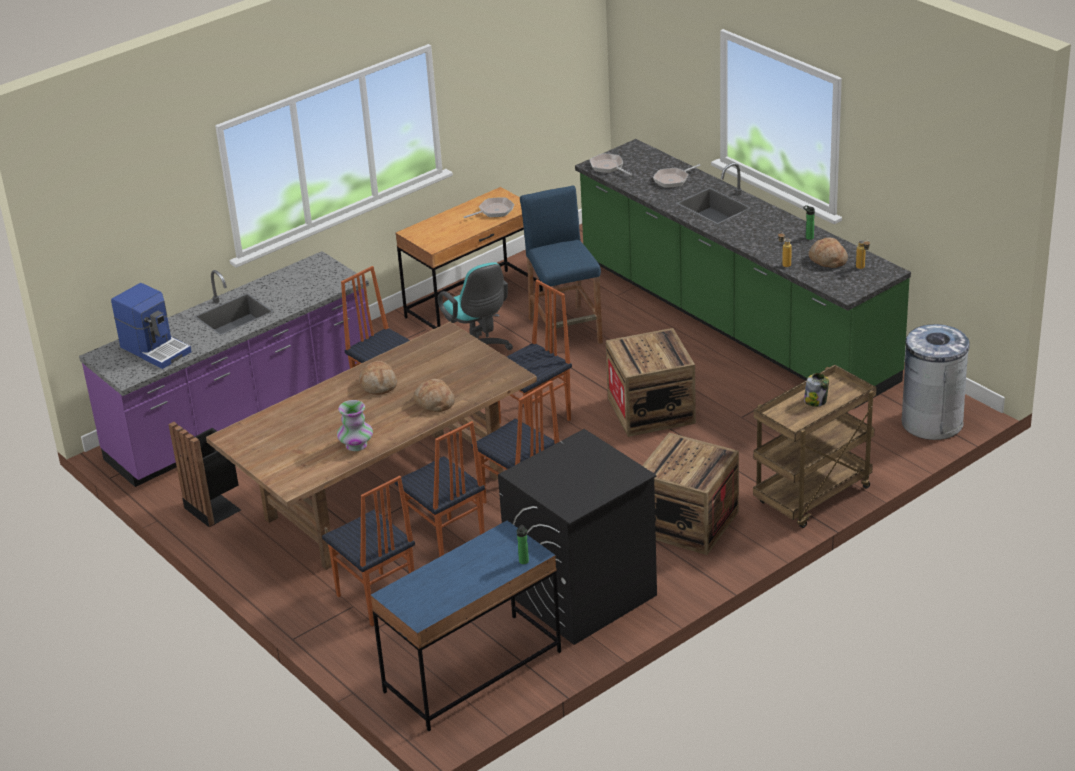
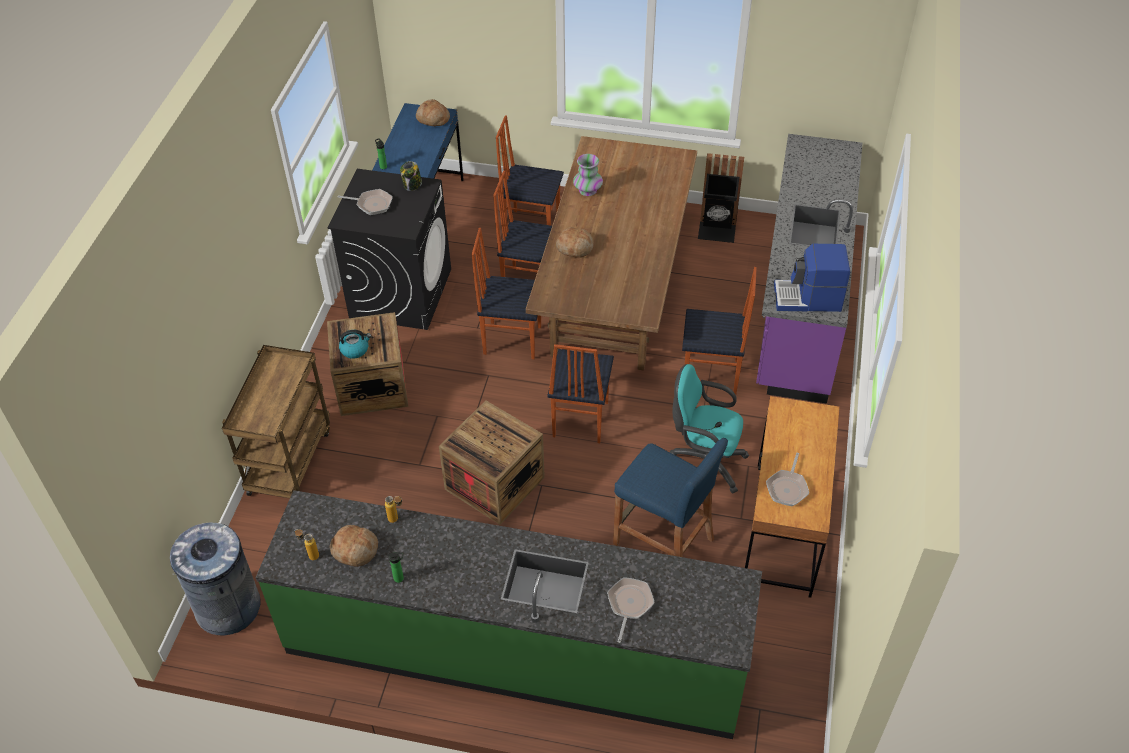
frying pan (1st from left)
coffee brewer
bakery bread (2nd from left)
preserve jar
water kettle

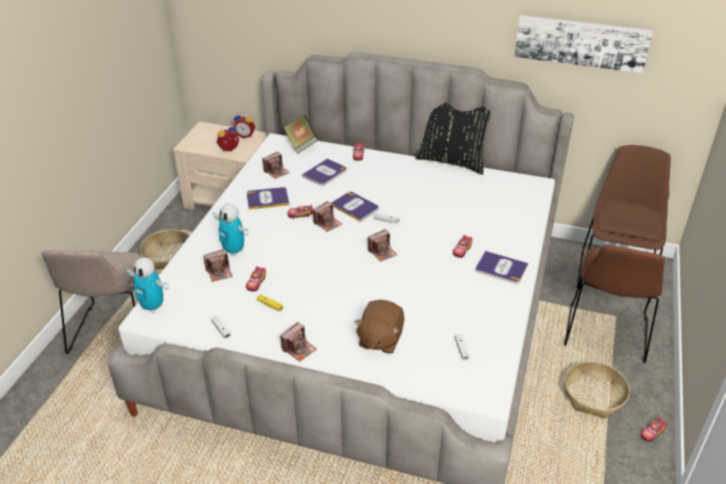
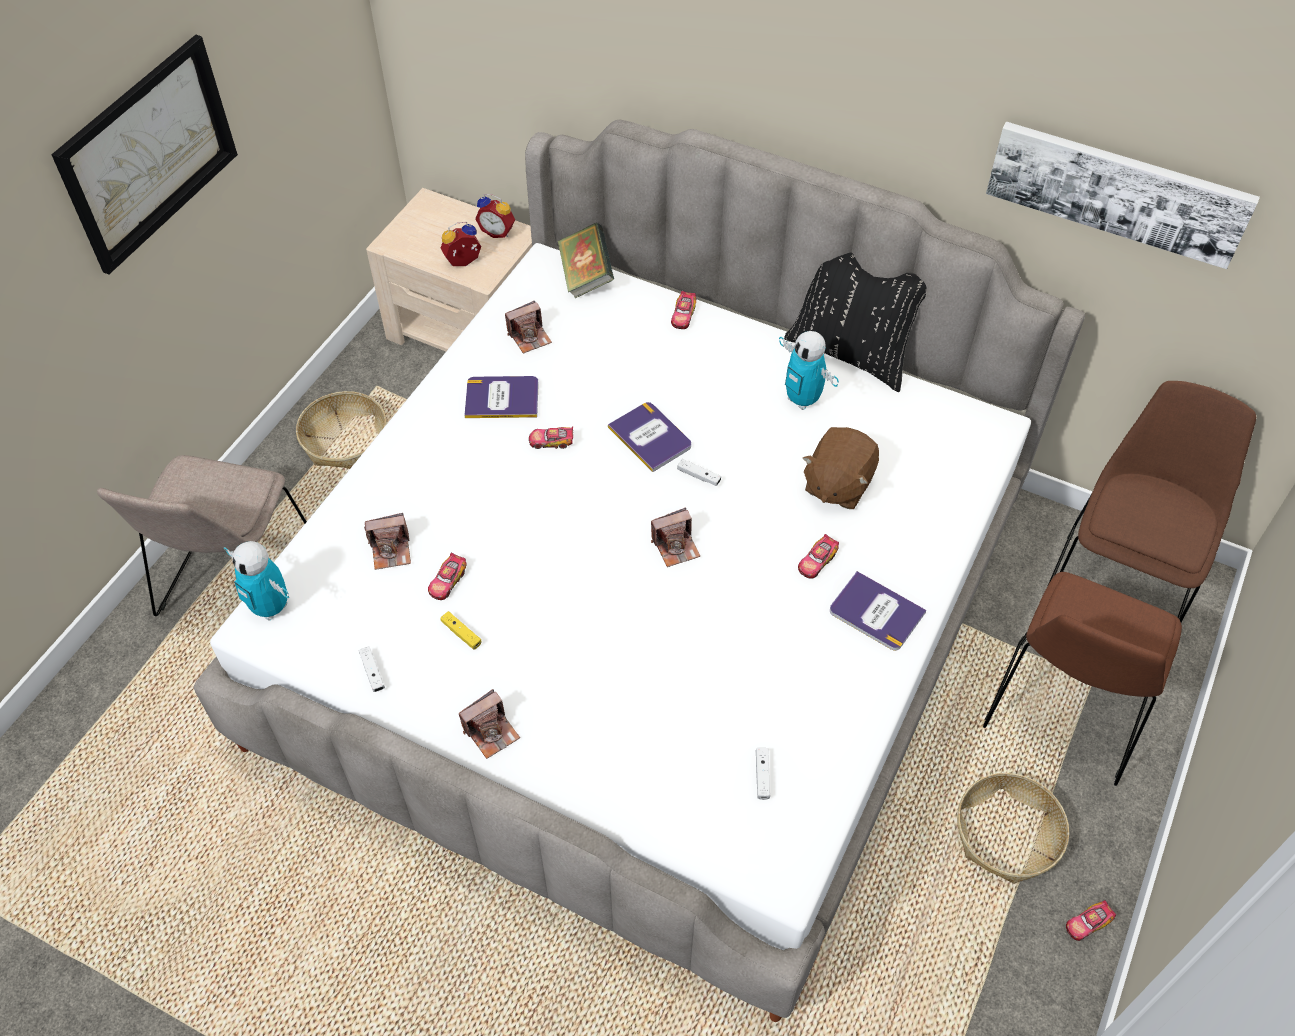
volume (3rd from left in the first image)
still camera (4th from left in the first image)
model robot (2nd from left)
cuddly toy in brownish
picture (1st from left)

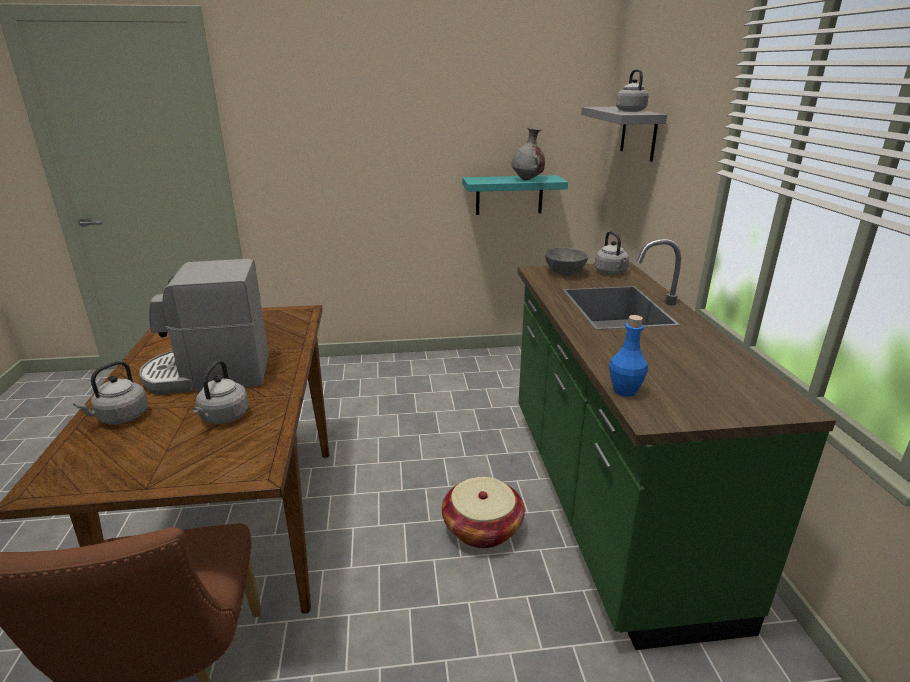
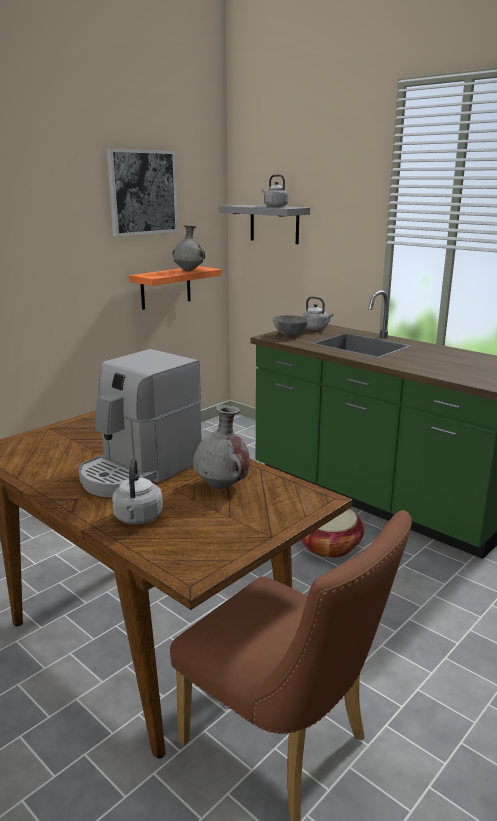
bracket shelf in orangey
drink bottle in blue
flower vase in greyish (2nd from left)
picture

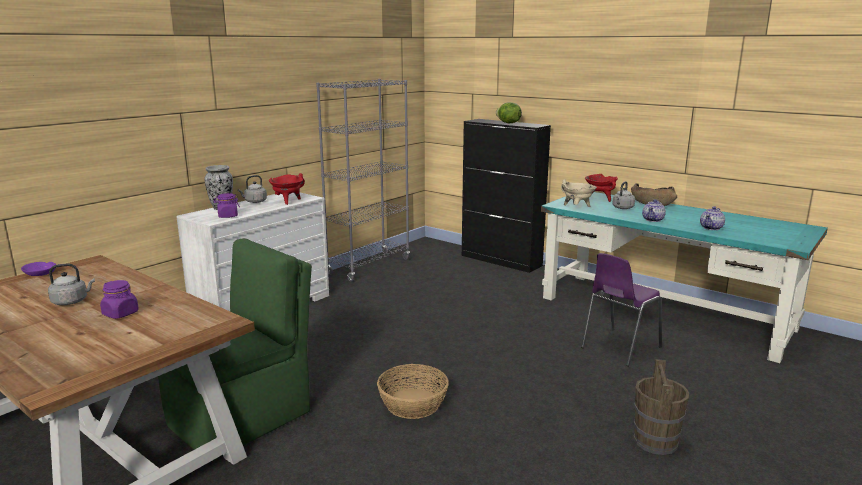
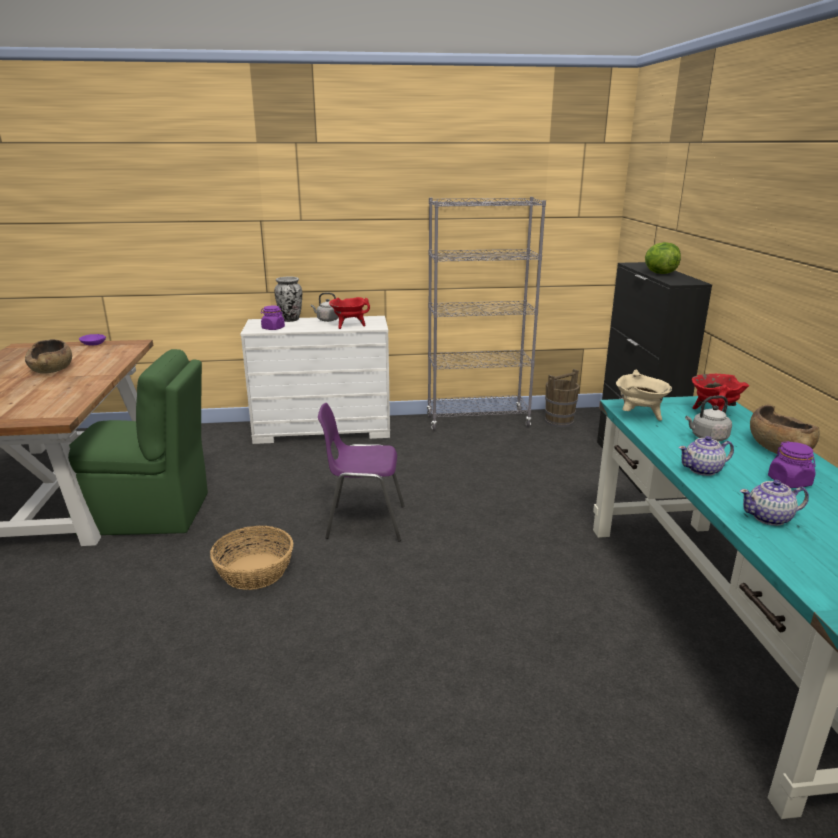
chair in purple-coloured
bowl in brownish (1st from left)
preserve jar in purple-coloured (2nd from left)
bucket in brownish

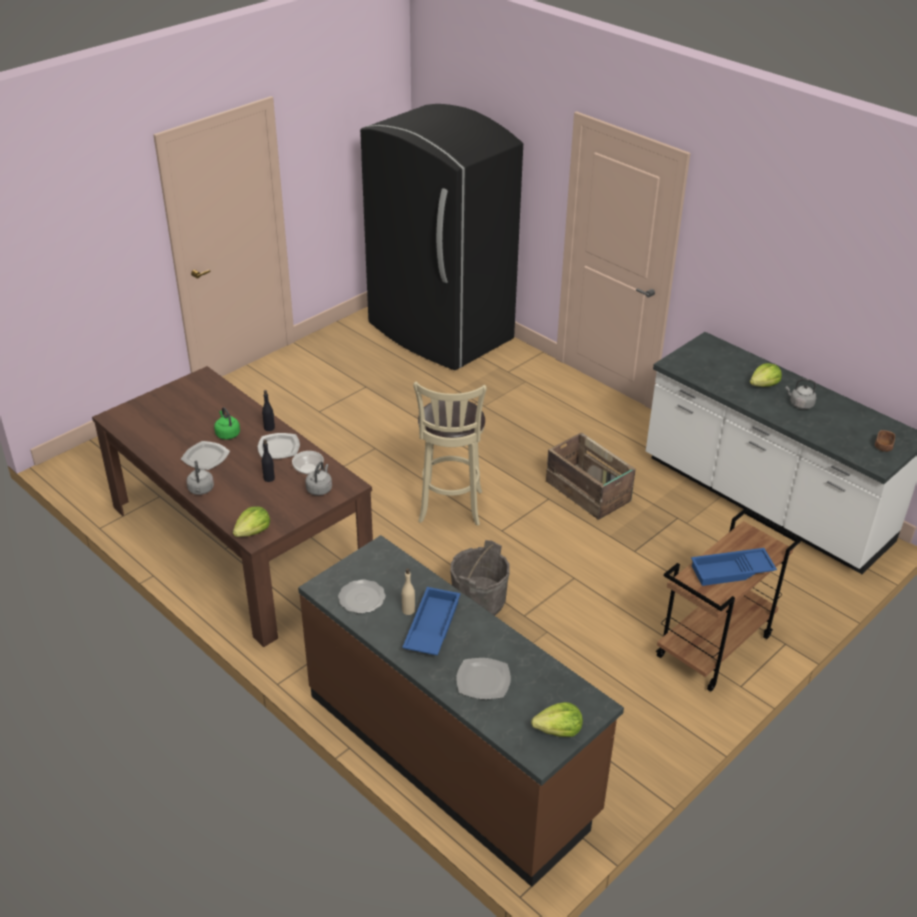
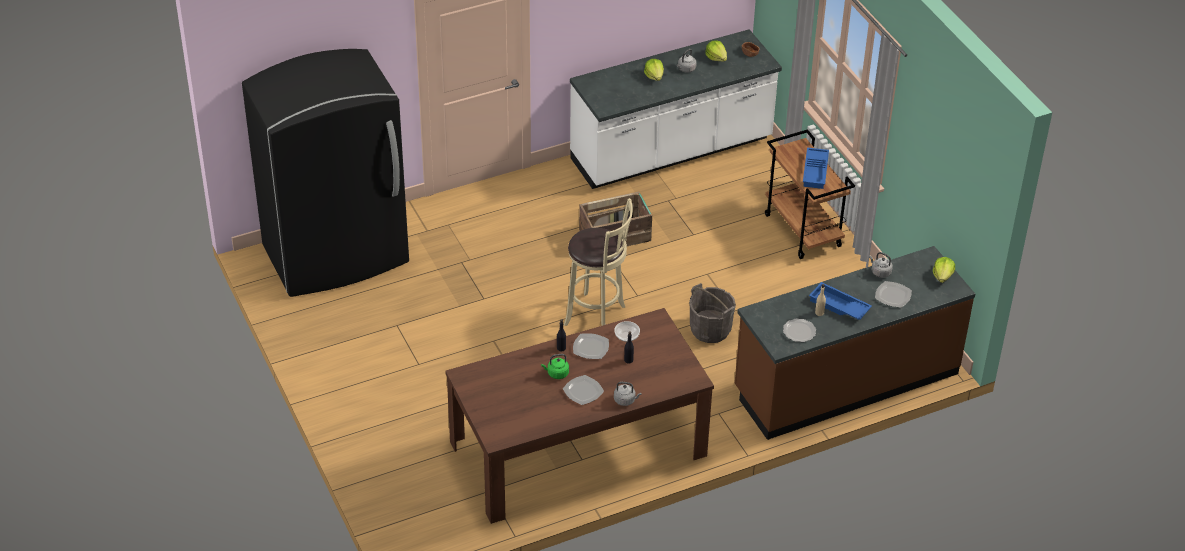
water kettle in greyish (3rd from left)
lettuce (2nd from left)

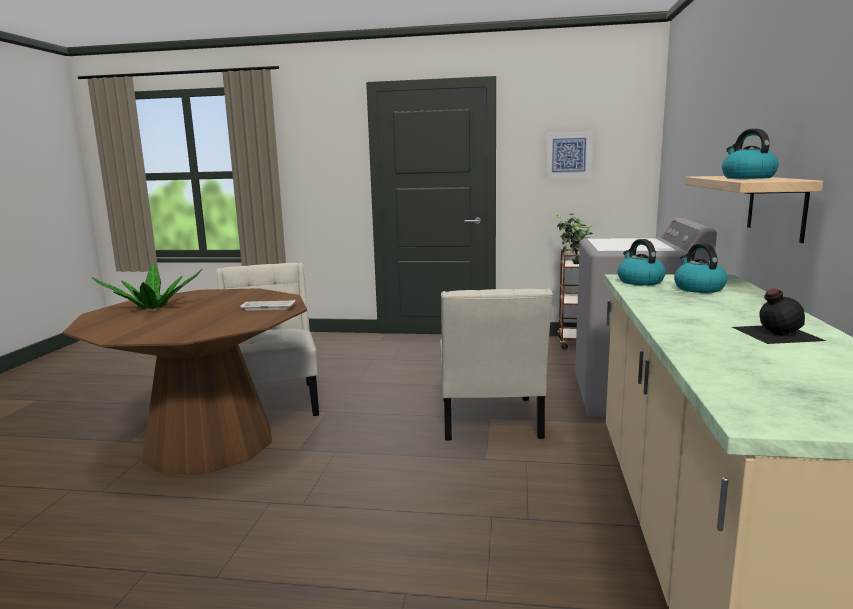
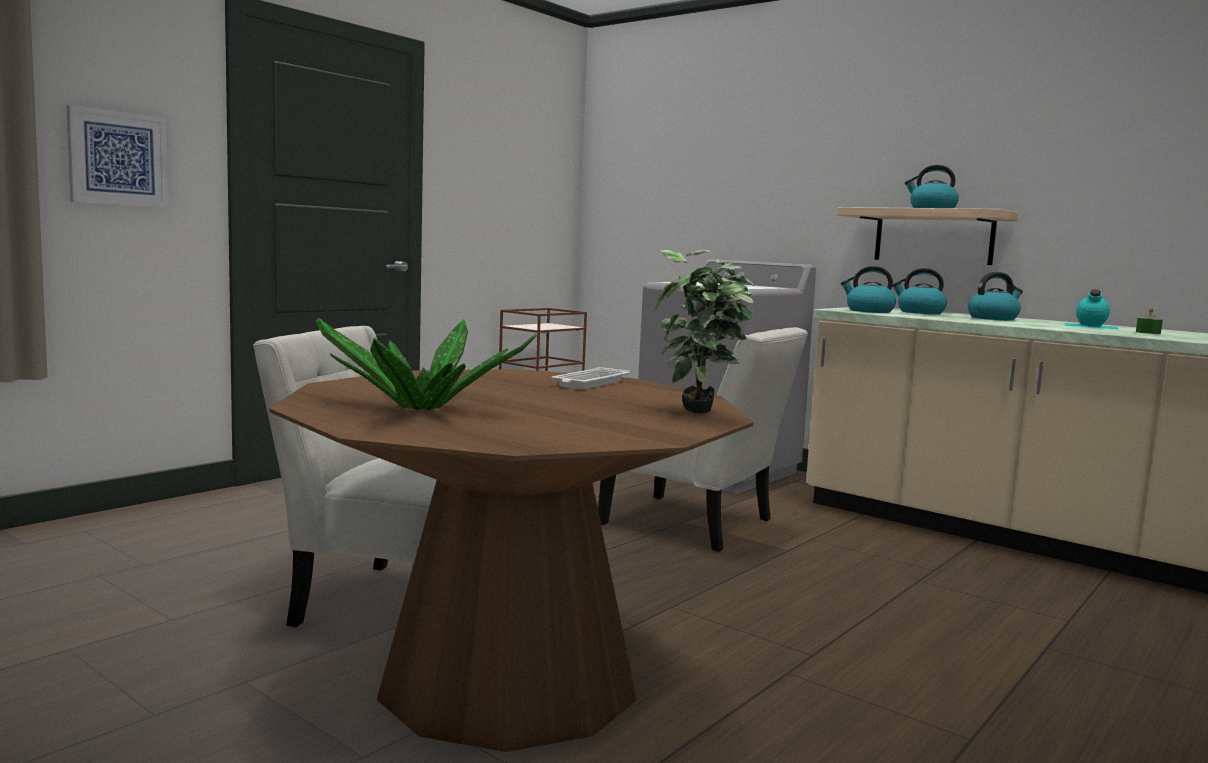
picture
houseplant (2nd from left)
drink bottle in blue-green
water kettle (4th from left)
wax candle in green

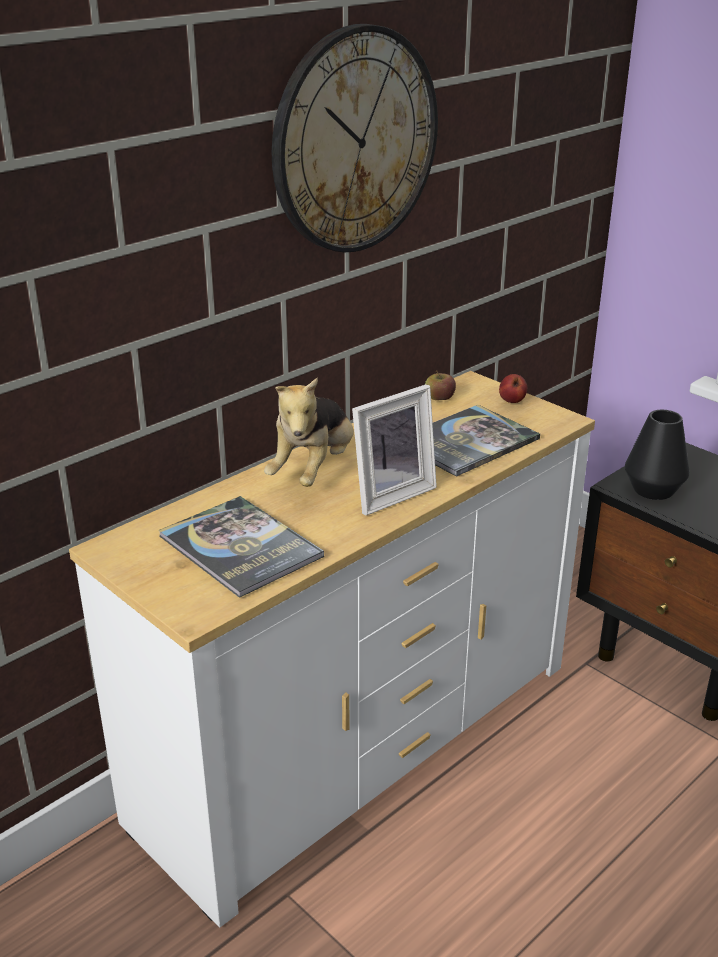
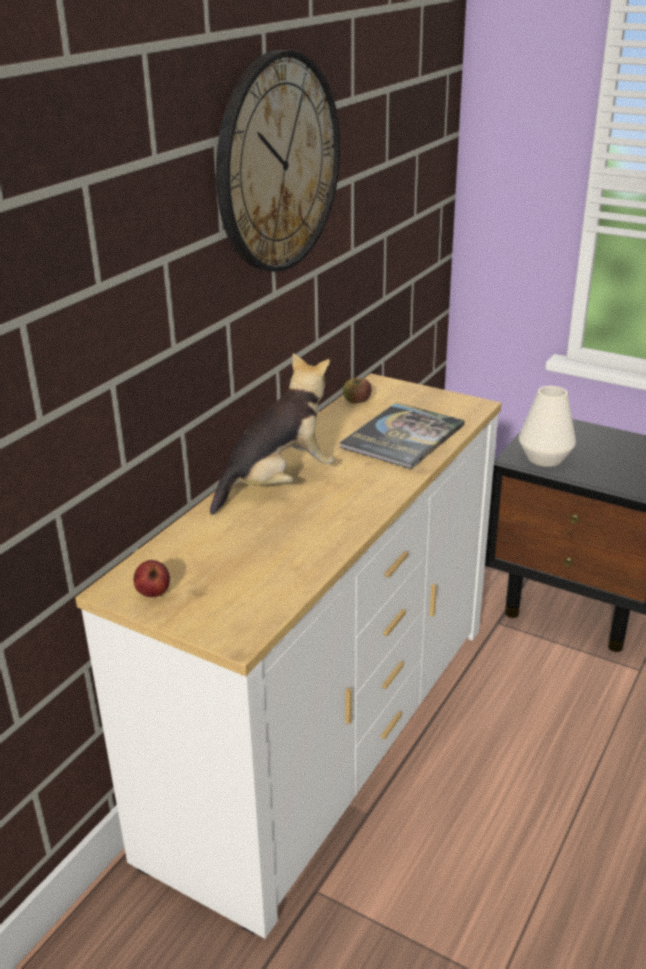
apple (1st from left)
cuddly toy
picture frame
flower vase in white
volume (1st from left in the first image)

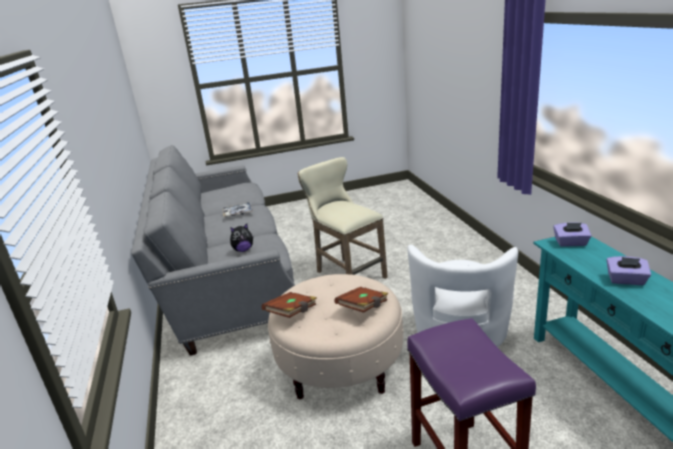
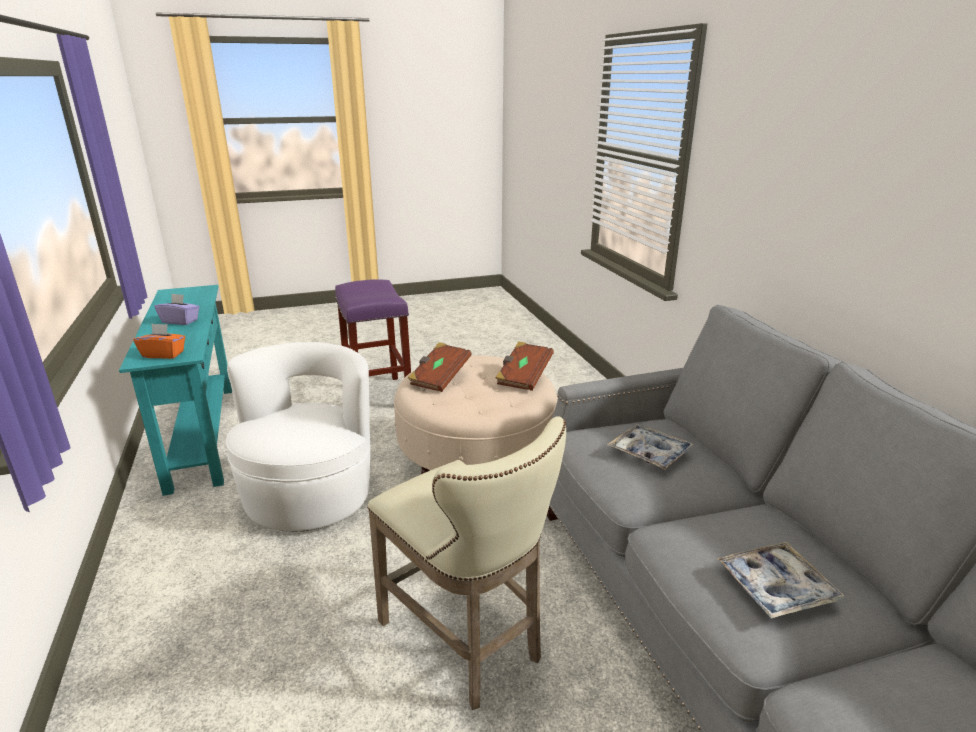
tissue box in orangey
serving tray (1st from left)

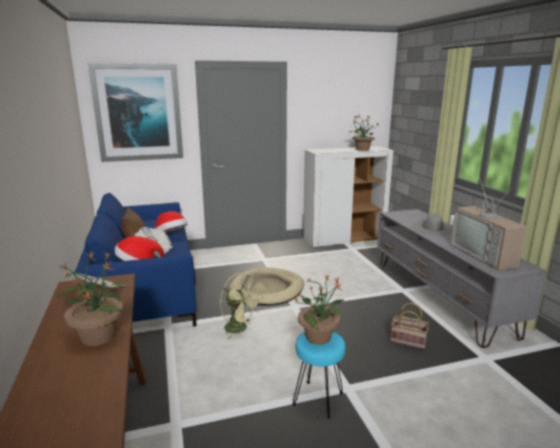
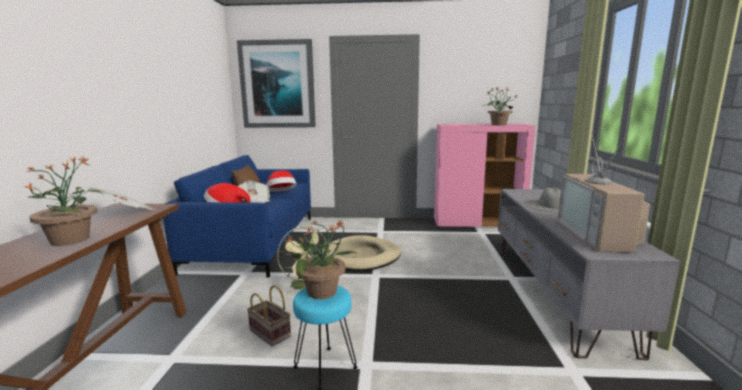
cabinet in pinkish
storage basket

